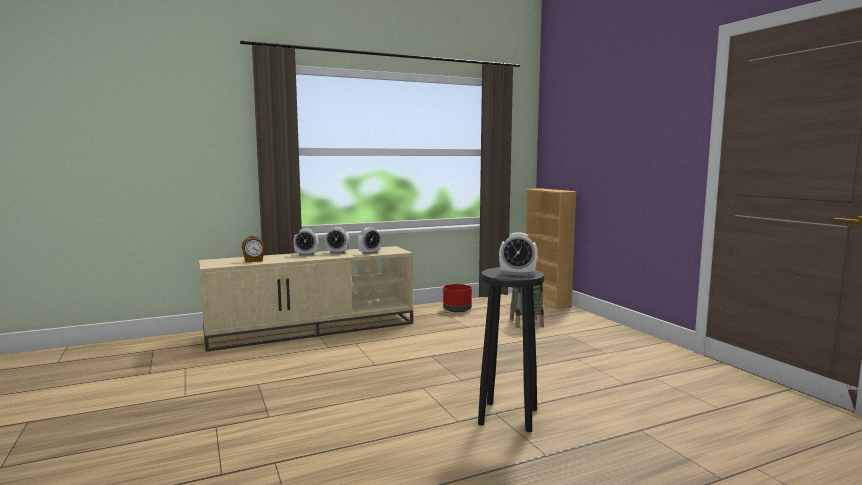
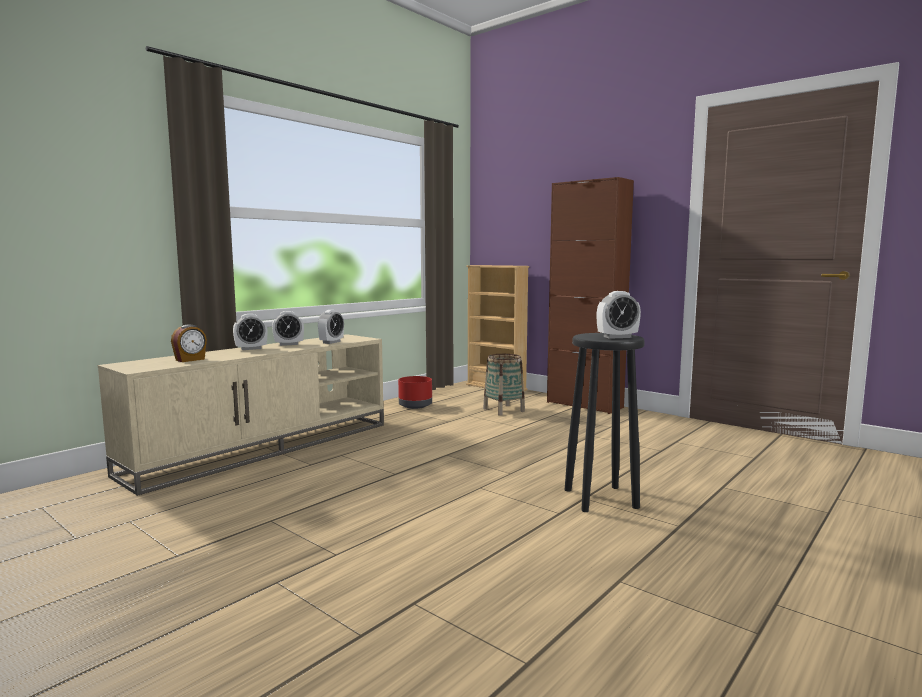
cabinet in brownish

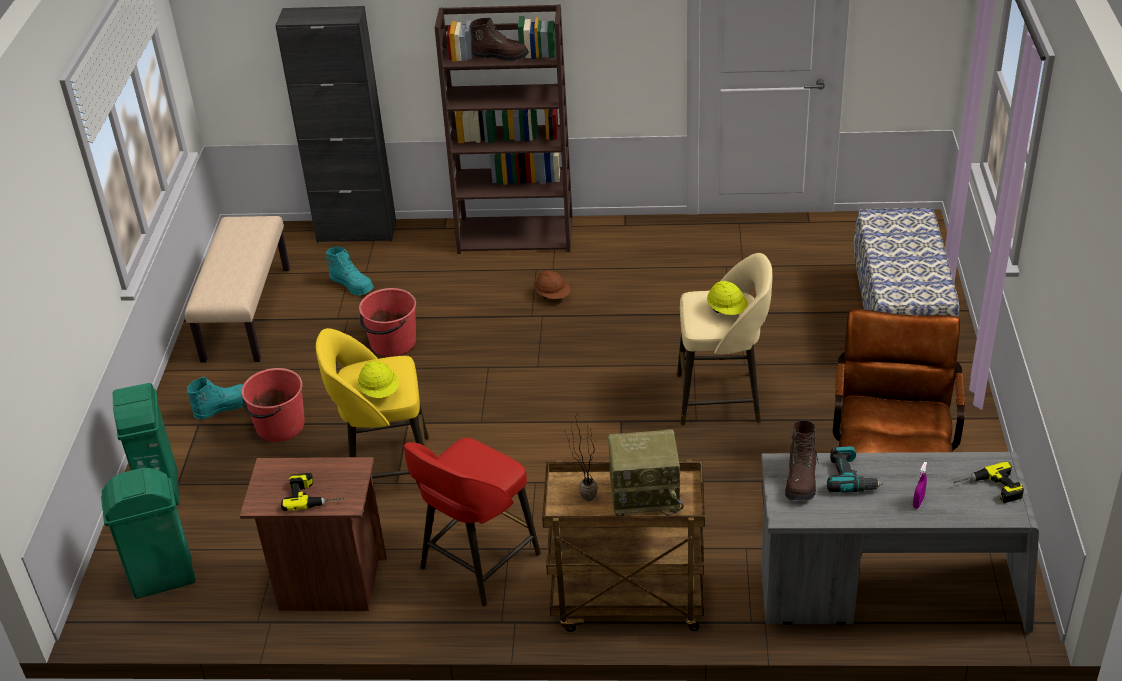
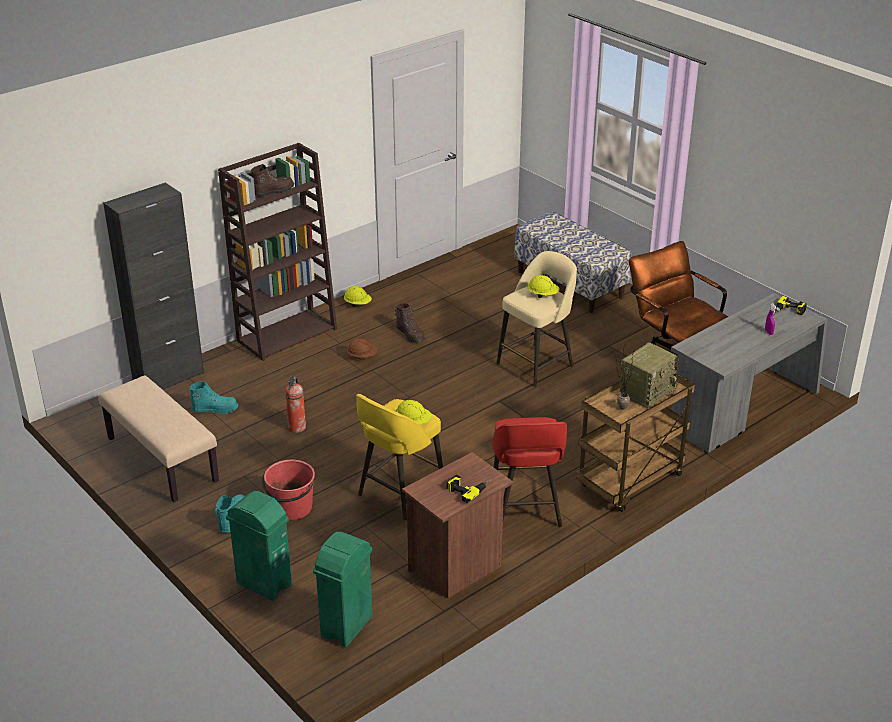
fire extinguisher
high-top boot in brownish (2nd from left)
electric drill (2nd from left in the first image)
safety helmet in yellow (1st from left)

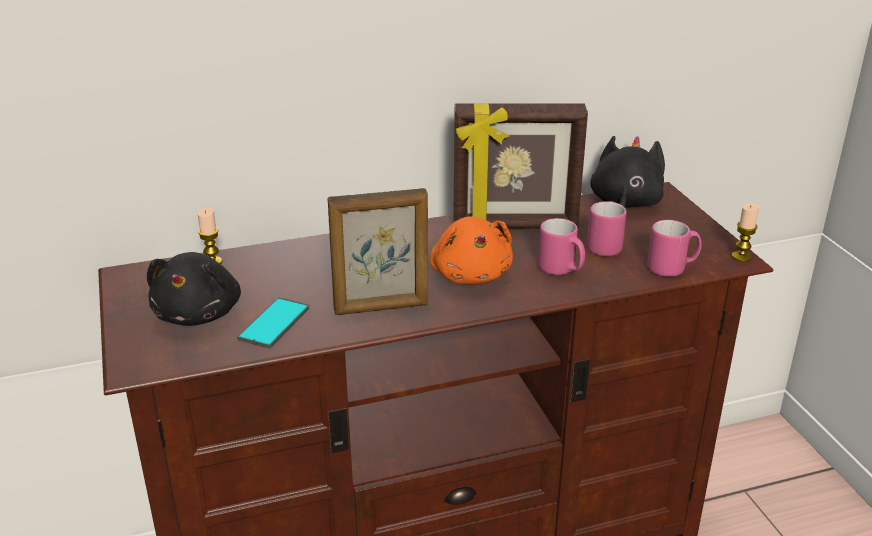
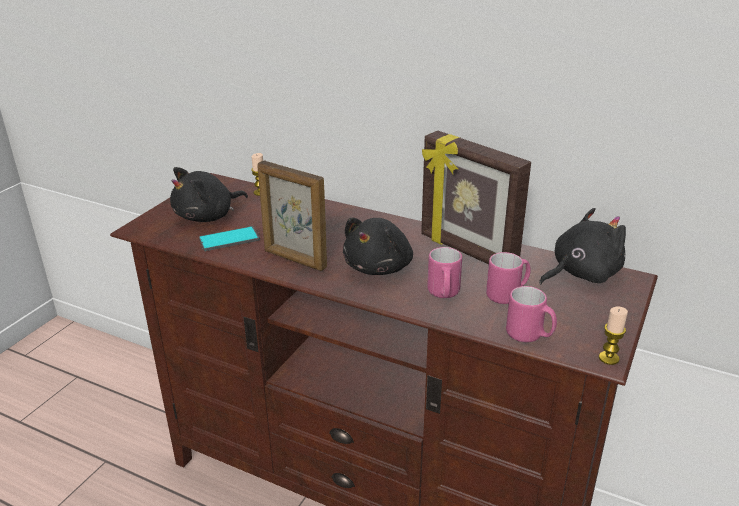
cuddly toy in blackish (2nd from left)

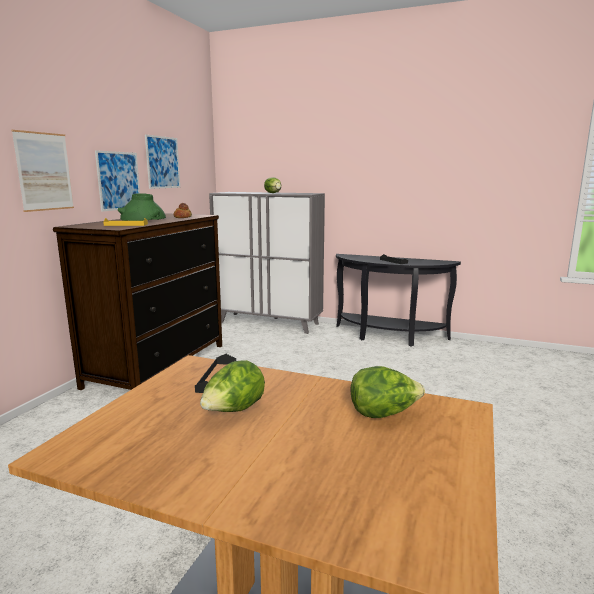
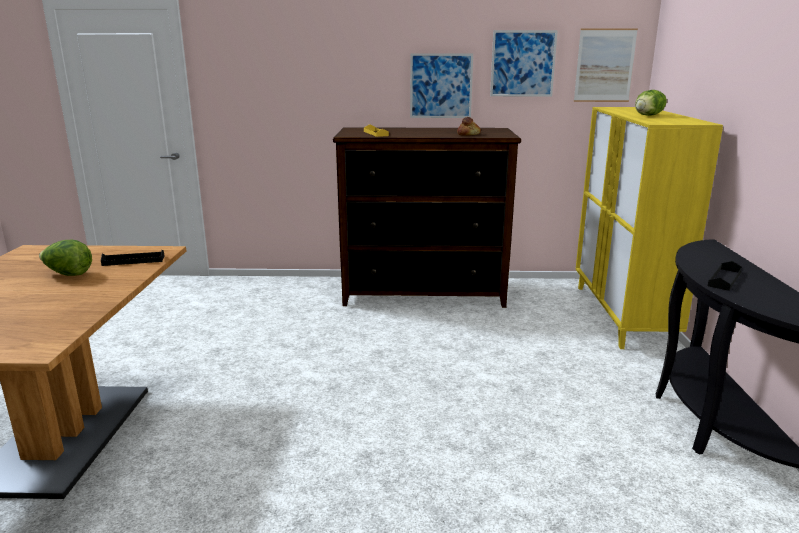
picture (3rd from left)
cabinet in yellow
flower vase in green
lettuce (3rd from left in the first image)

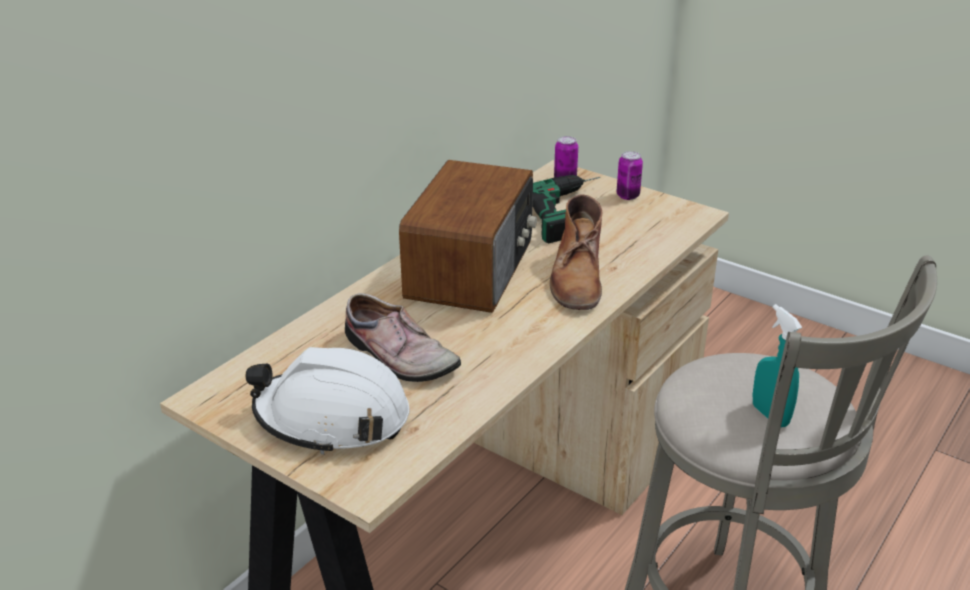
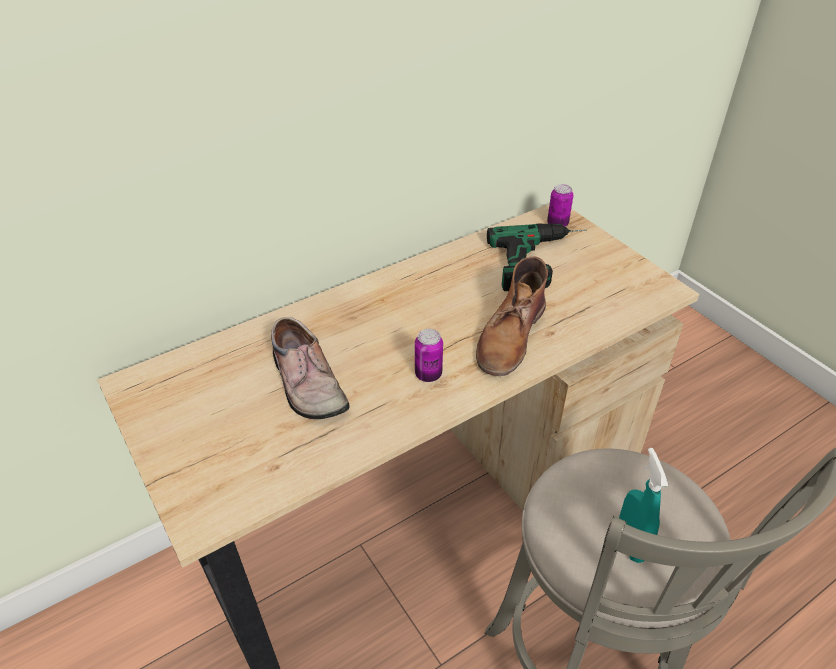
sealed can (1st from left)
radio receiver
safety helmet in white

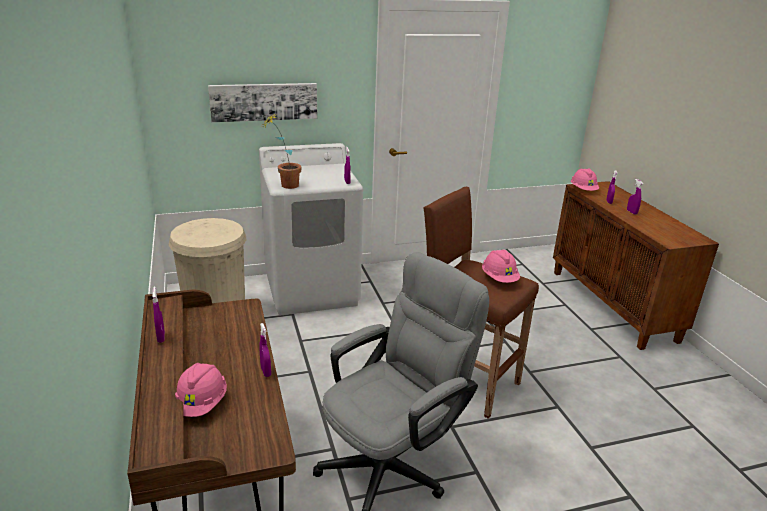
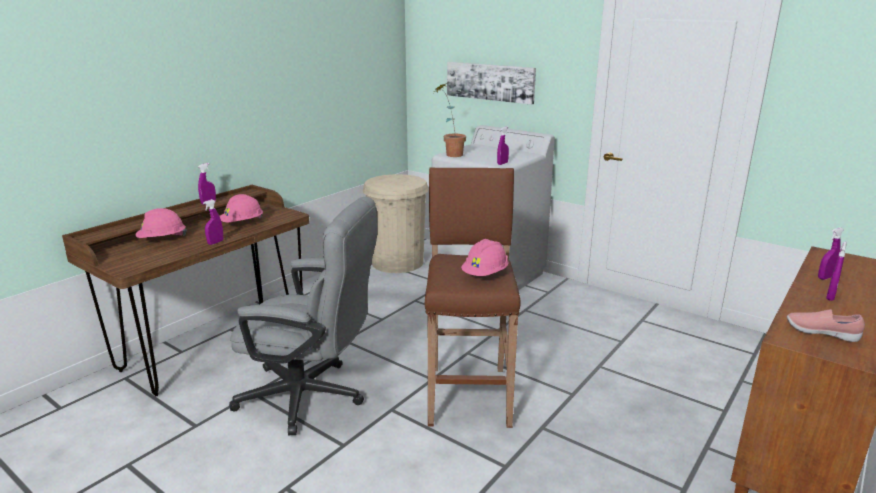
safety helmet in pinkish (2nd from left)
item of footwear in pinkish

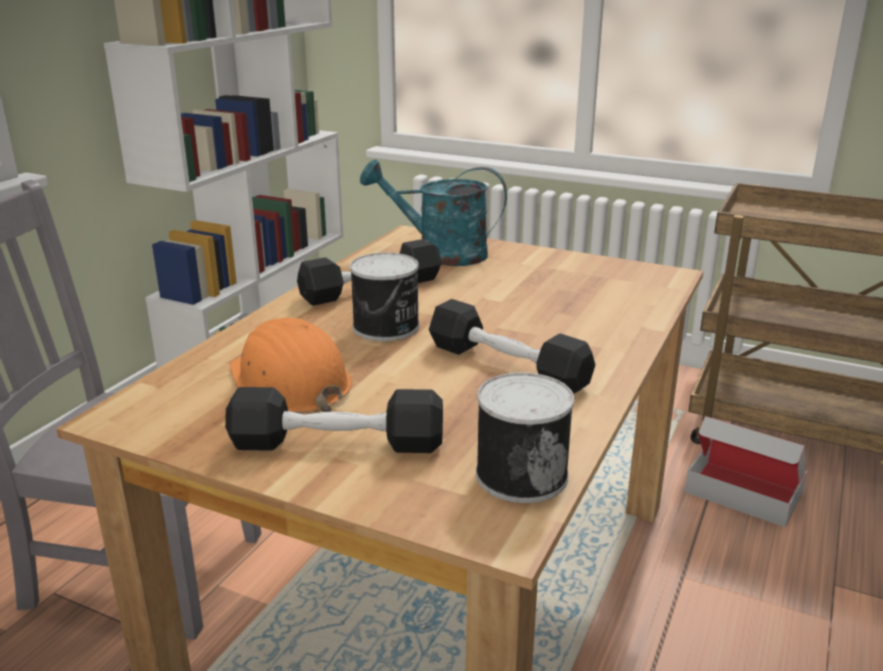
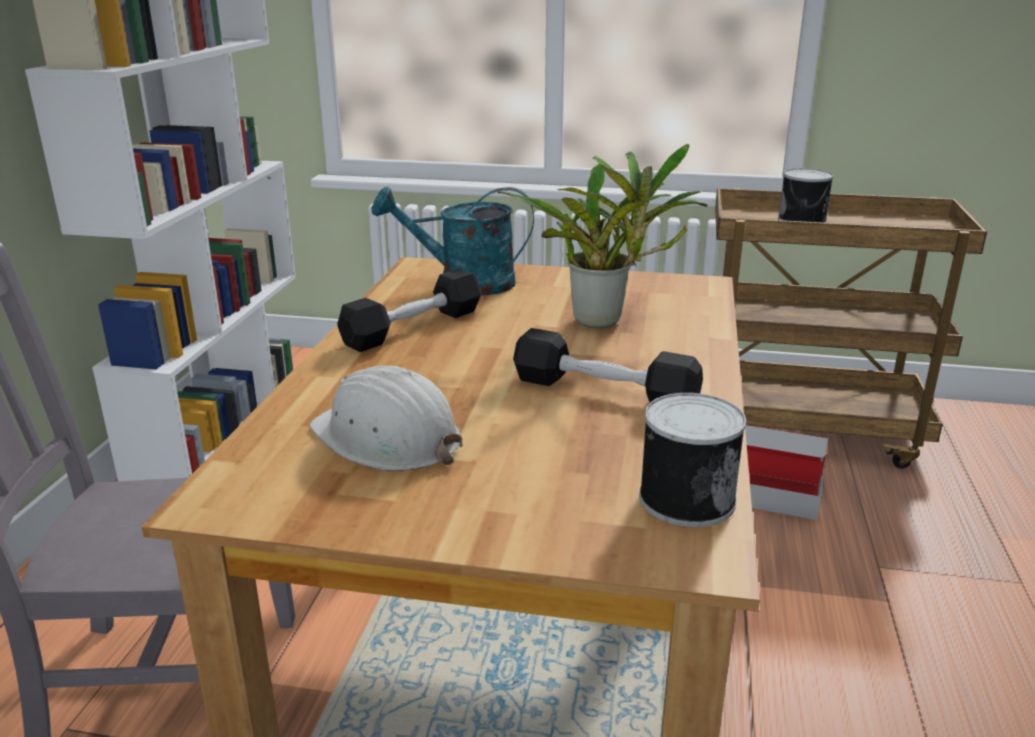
sealed can (2nd from left)
safety helmet in white
hand weight in blackish (1st from left in the first image)
houseplant

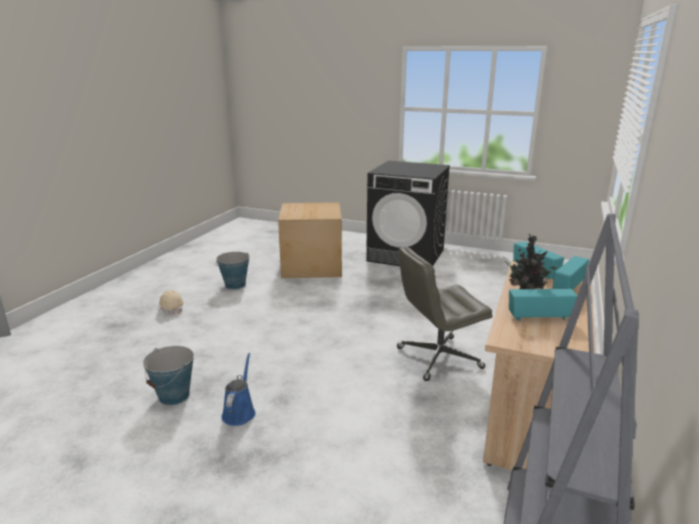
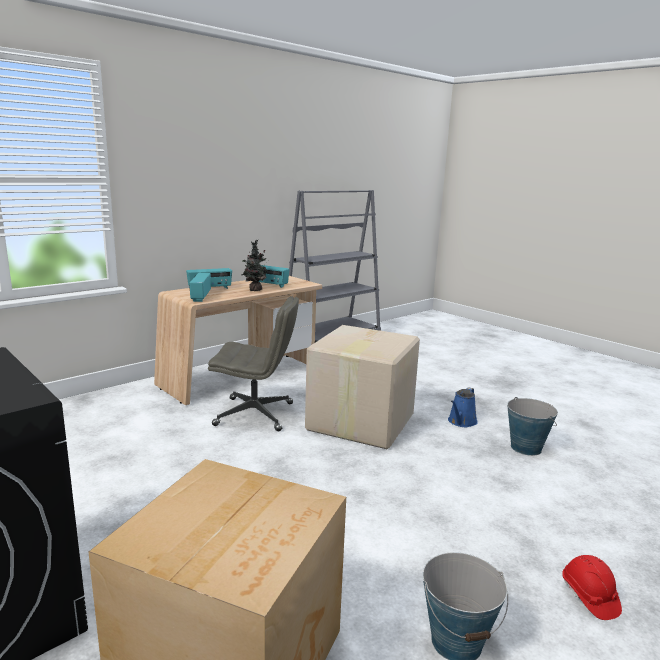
safety helmet in red
cardboard box (2nd from left)

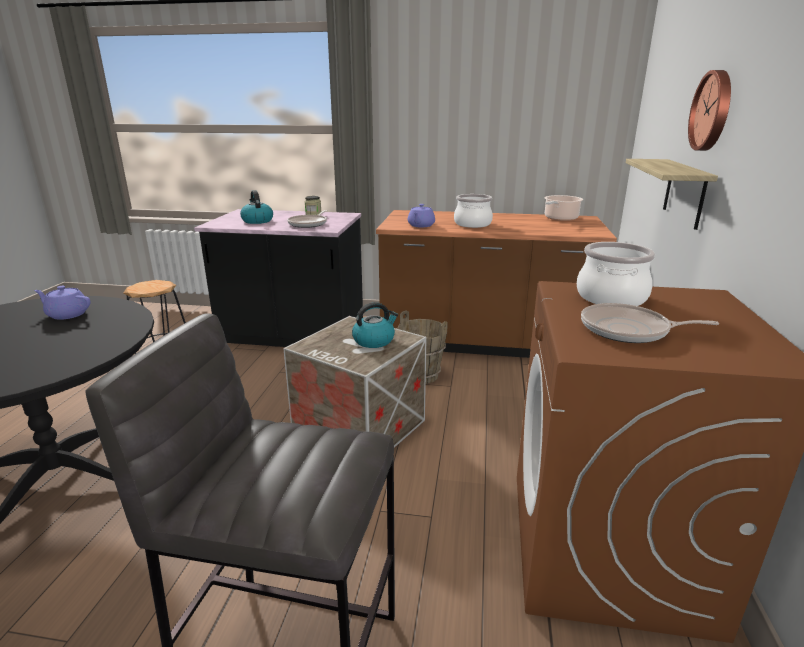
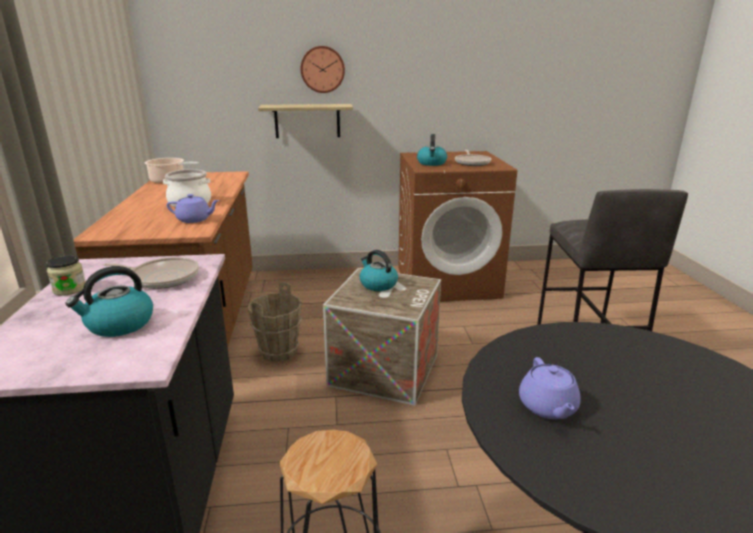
water kettle (3rd from left)

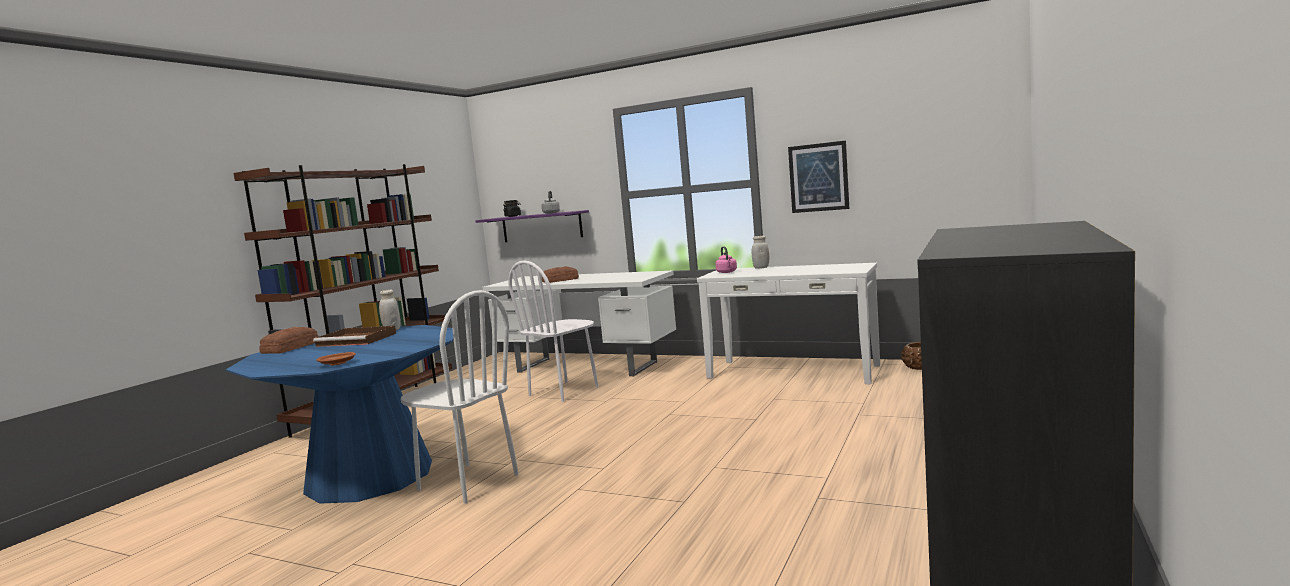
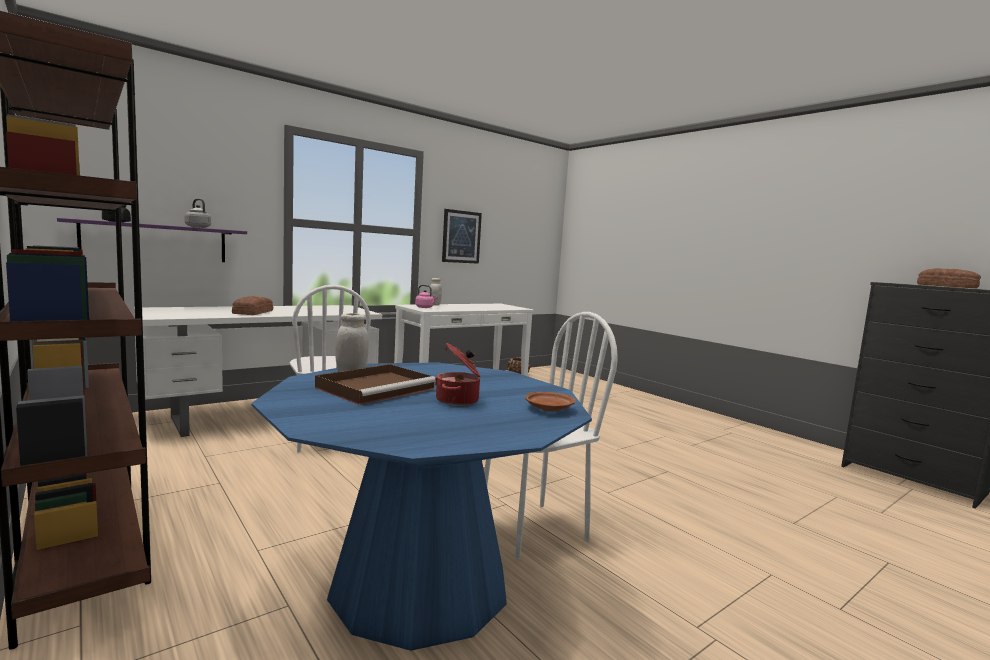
bakery bread (2nd from left)
stockpot

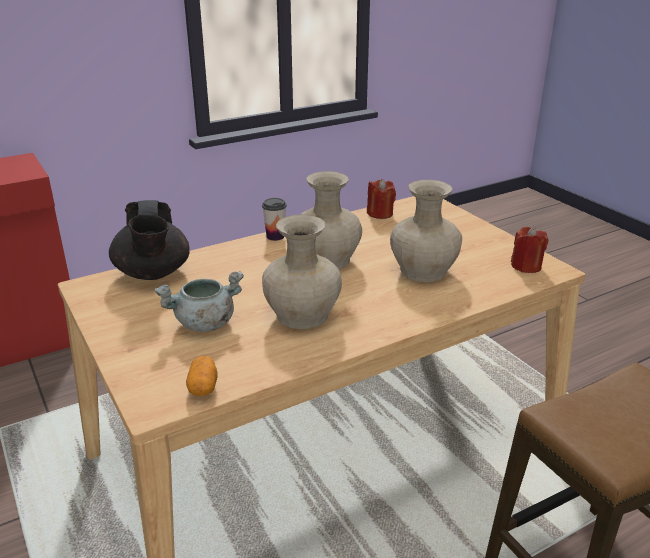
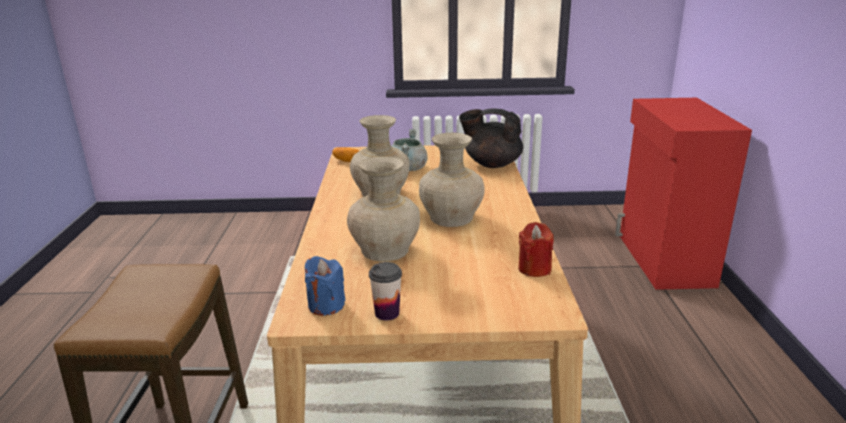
small cup
wax candle in blue

